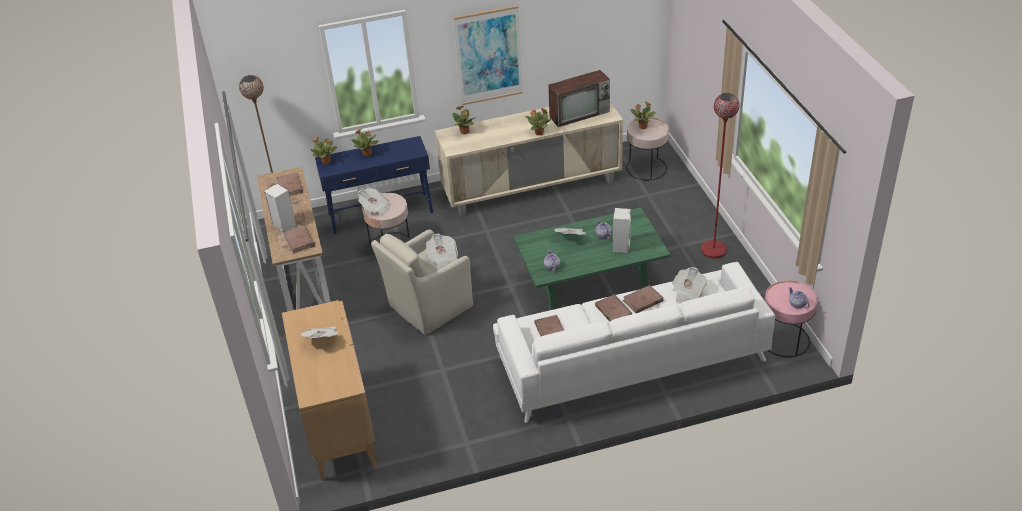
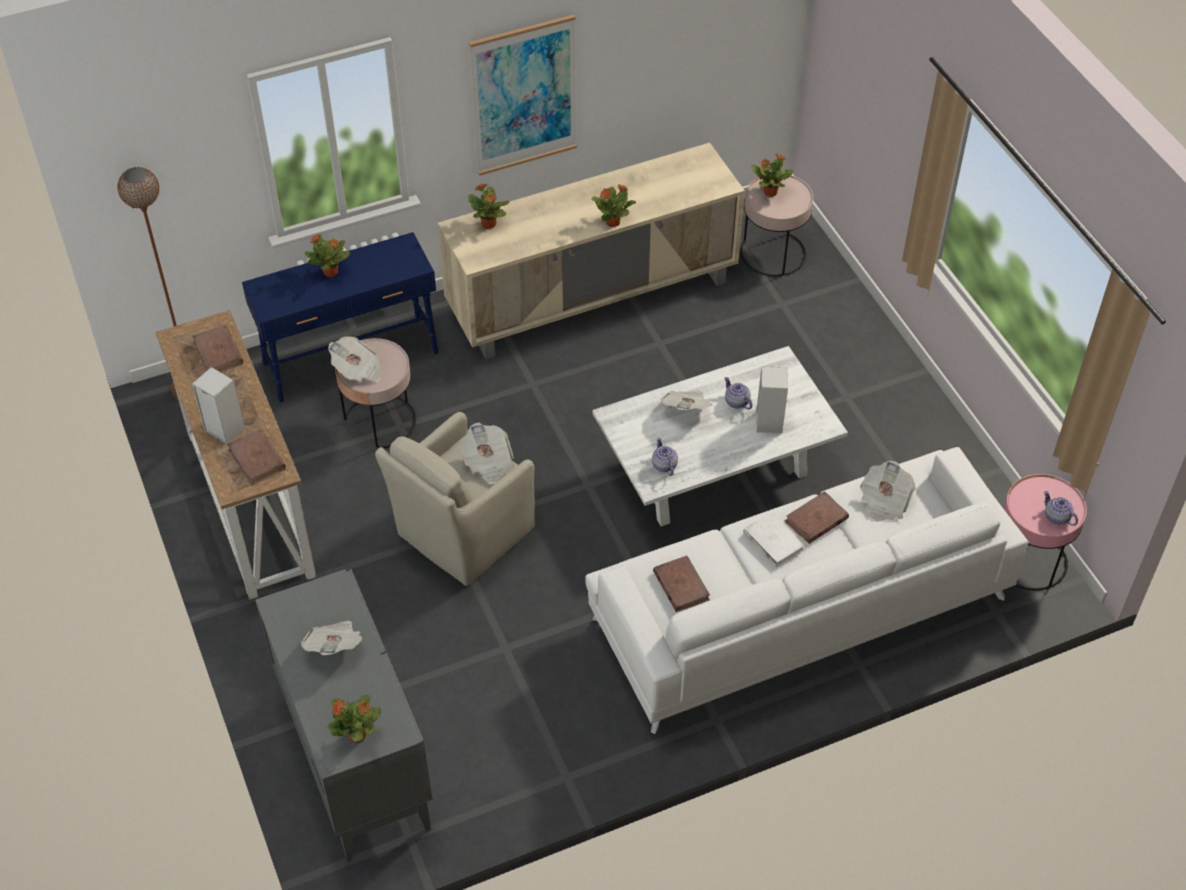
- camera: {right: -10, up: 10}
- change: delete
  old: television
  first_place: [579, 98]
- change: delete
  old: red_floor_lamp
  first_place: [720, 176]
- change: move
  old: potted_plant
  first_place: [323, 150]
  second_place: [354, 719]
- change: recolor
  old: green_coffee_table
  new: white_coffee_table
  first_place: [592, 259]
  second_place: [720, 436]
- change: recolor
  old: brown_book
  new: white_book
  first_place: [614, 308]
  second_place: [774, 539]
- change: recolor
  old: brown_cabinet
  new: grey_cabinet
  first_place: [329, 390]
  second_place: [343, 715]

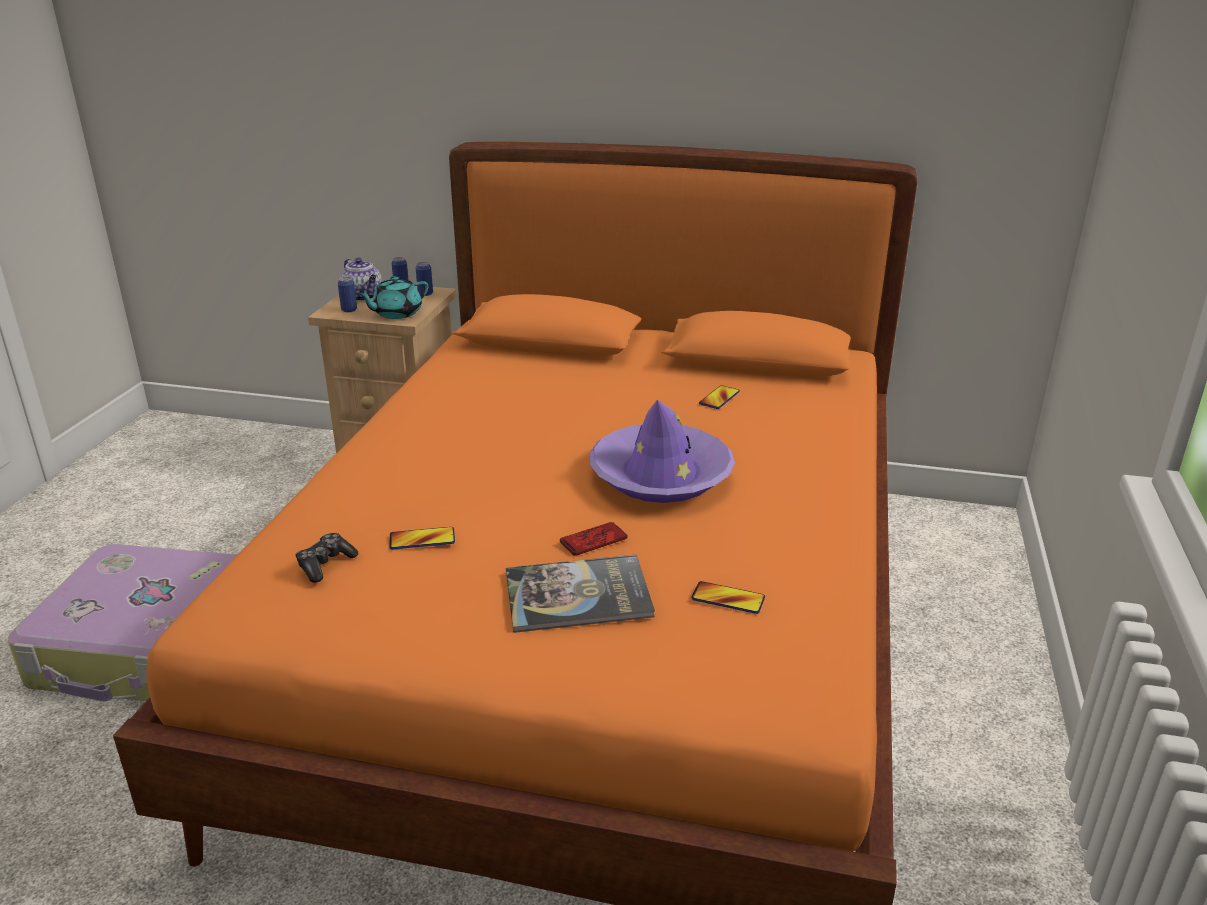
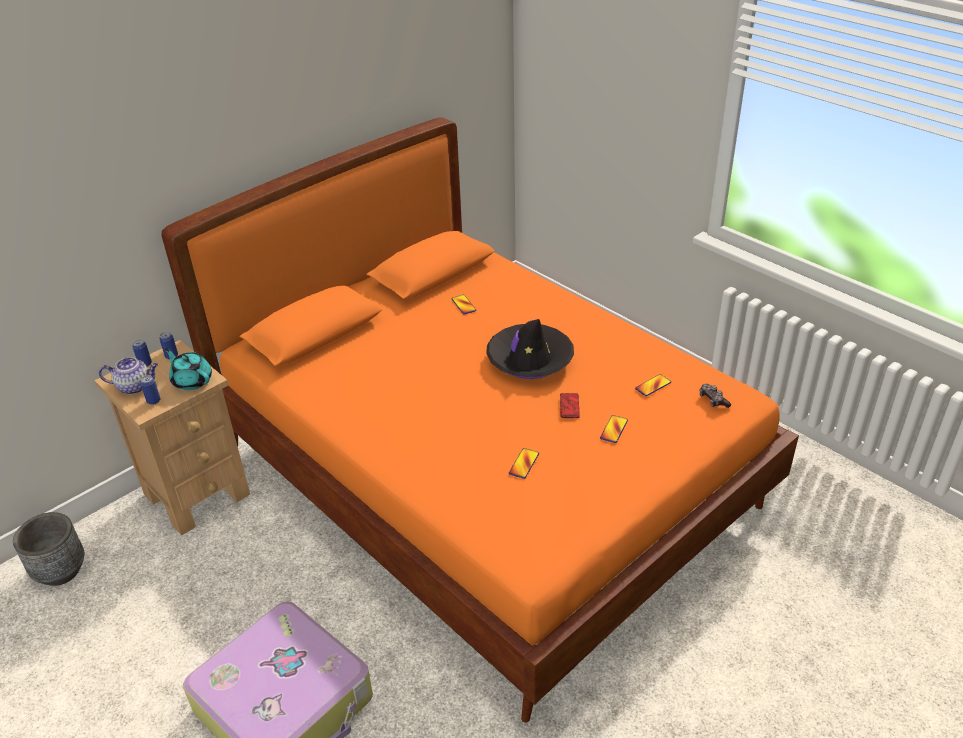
- camera: {right: -55, up: 10}
- change: rotate
  old: turquoise_teapot
  first_place: [393, 297]
  second_place: [188, 369]
  degrees: 135
- change: recolor
  old: purple_hat
  new: black_hat
  first_place: [662, 451]
  second_place: [530, 349]
- change: move
  old: game_controller
  first_place: [327, 558]
  second_place: [715, 396]
- change: replace
  old: book
  new: phone
  first_place: [580, 593]
  second_place: [614, 429]
- change: insert
  new: grey_planter
  second_place: [49, 549]

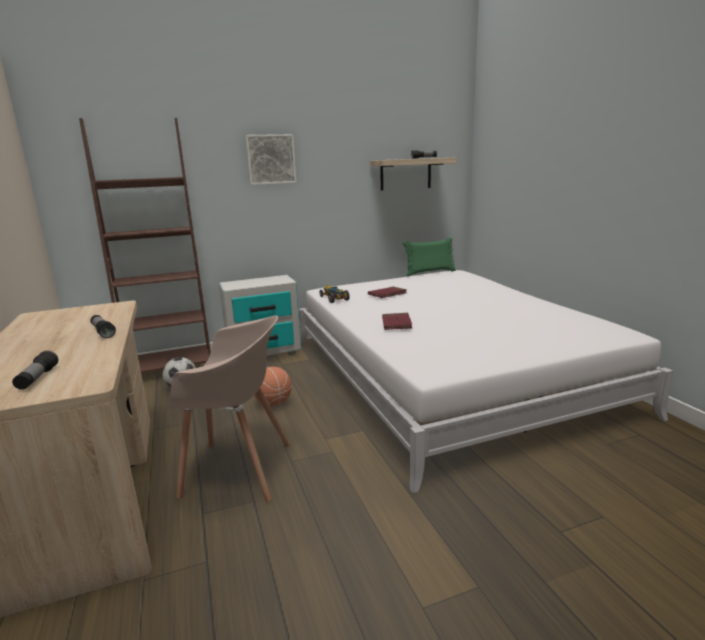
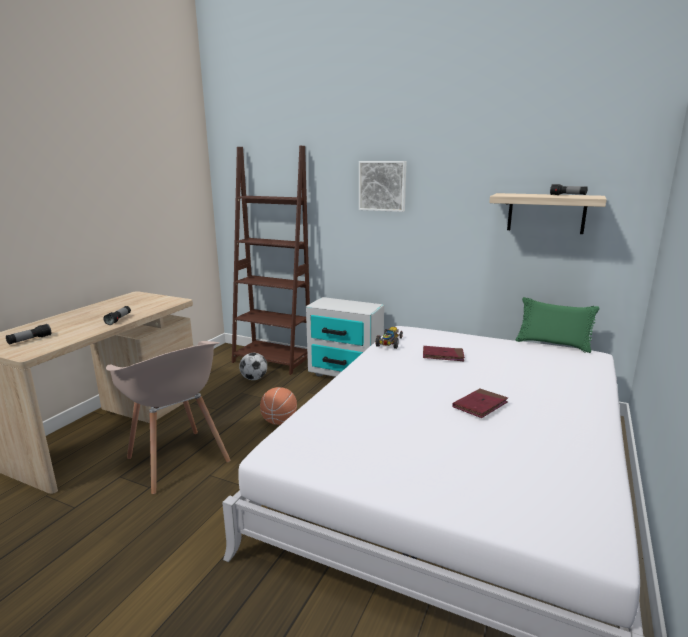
- camera: {right: 45, up: 0}
- change: move
  old: red_book
  first_place: [397, 321]
  second_place: [480, 403]

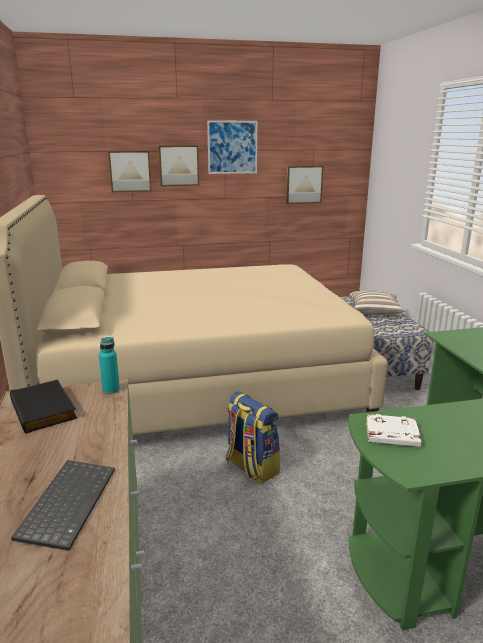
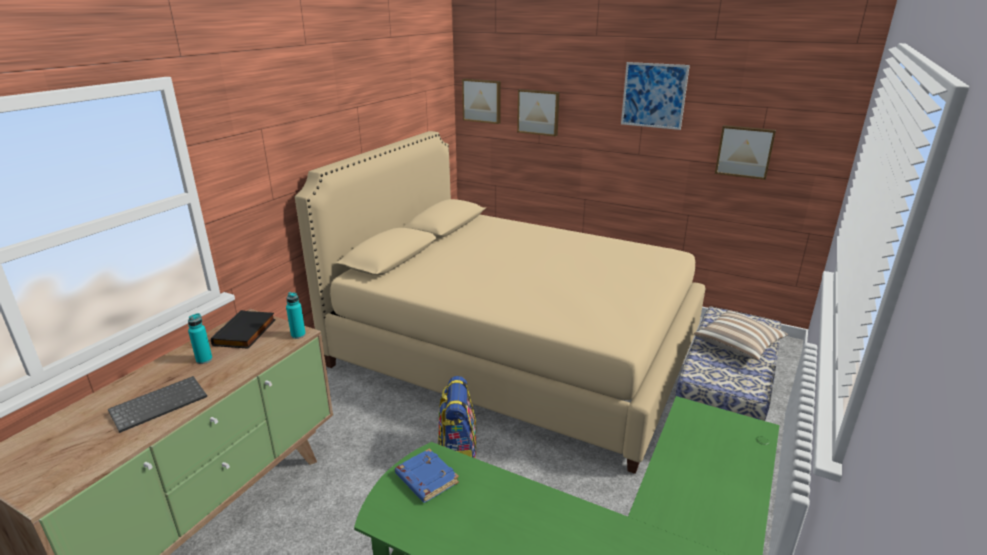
- camera: {right: 40, up: 5}
- change: move
  old: picture
  first_place: [178, 165]
  second_place: [481, 101]
- change: recolor
  old: white_book
  new: blue_book
  first_place: [393, 430]
  second_place: [427, 476]
- change: insert
  new: turquoise_bottle
  second_place: [200, 338]

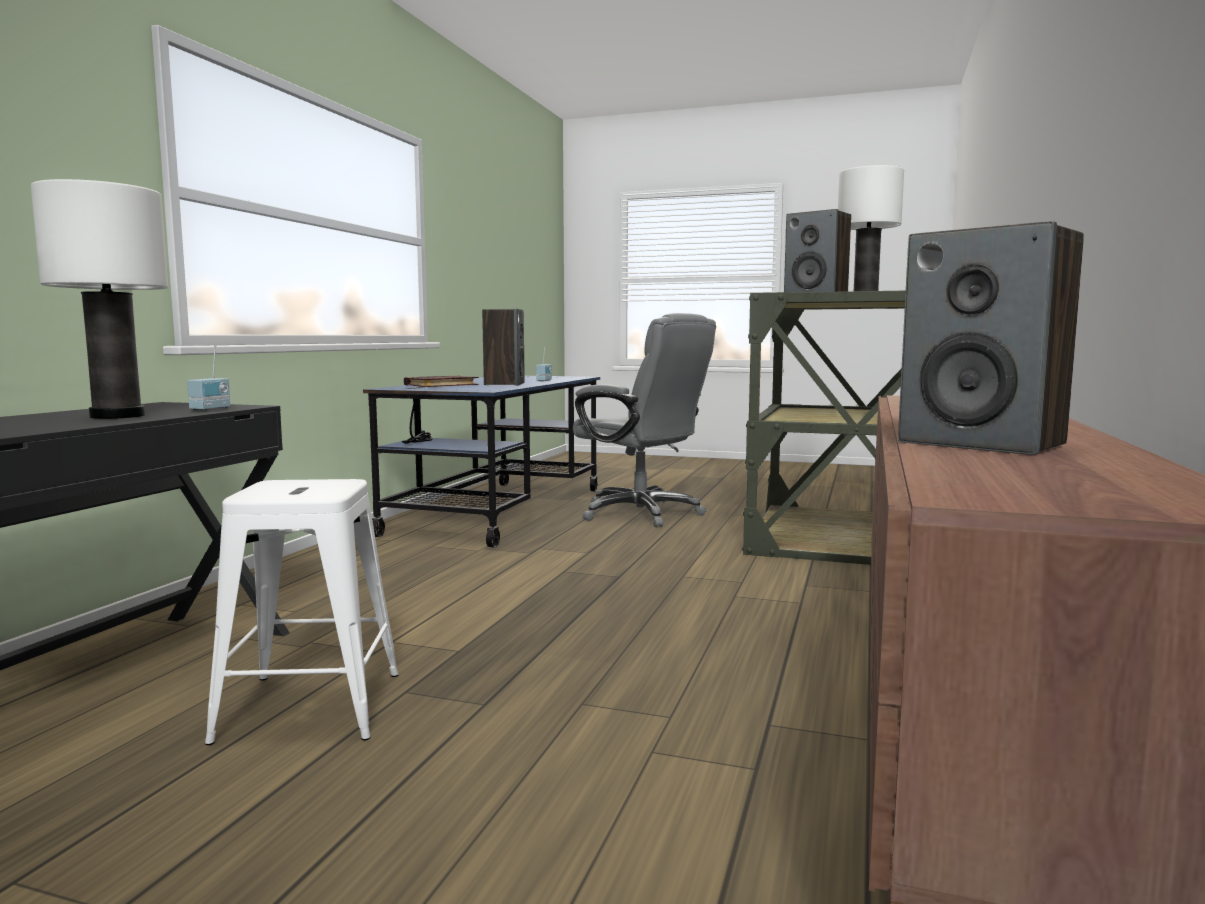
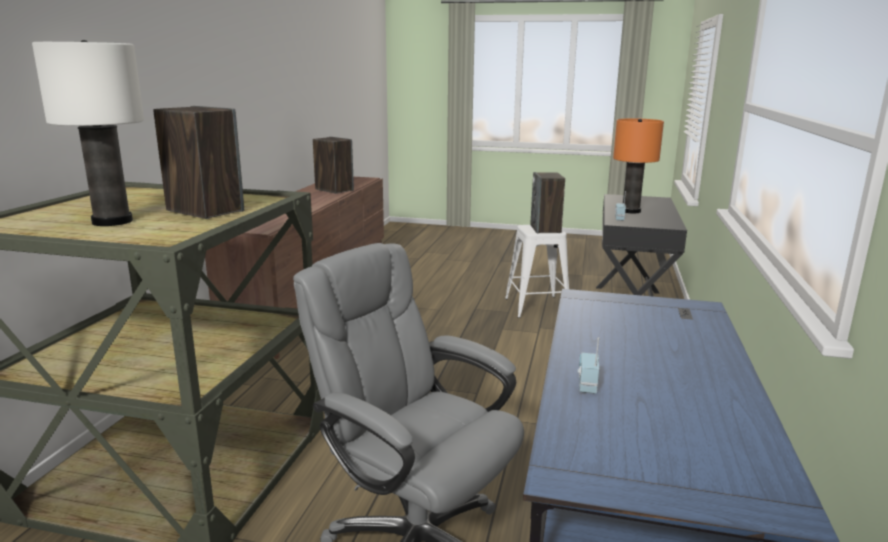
- camera: {right: 175, up: 10}
- change: recolor
  old: white_table_lamp
  new: orange_table_lamp
  first_place: [99, 299]
  second_place: [638, 165]
- change: move
  old: speaker
  first_place: [503, 347]
  second_place: [548, 202]
- change: delete
  old: book
  first_place: [441, 381]

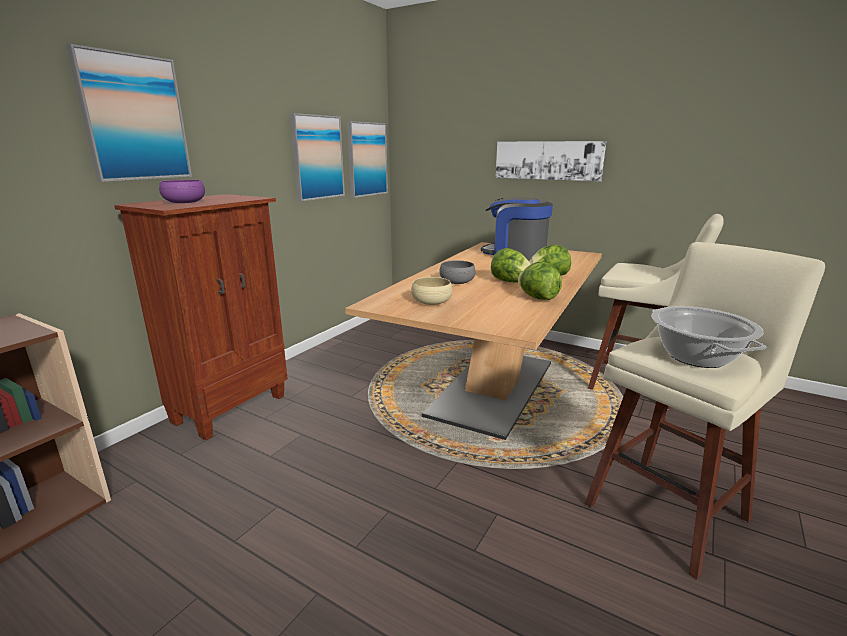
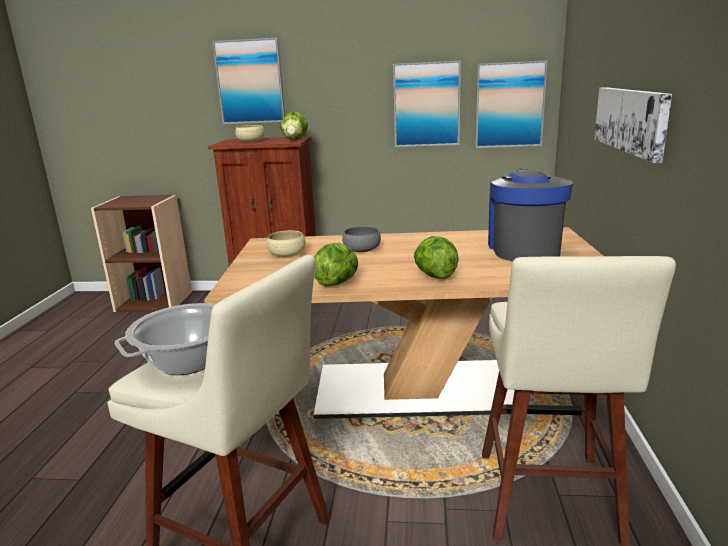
- camera: {right: 65, up: 0}
- change: recolor
  old: purple_bowl
  new: beige_bowl
  first_place: [182, 191]
  second_place: [250, 133]
- change: move
  old: lettuce
  first_place: [511, 265]
  second_place: [294, 125]

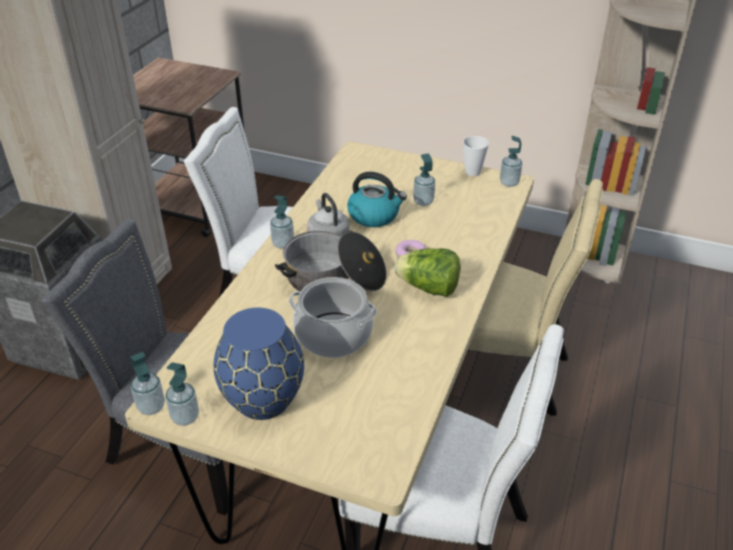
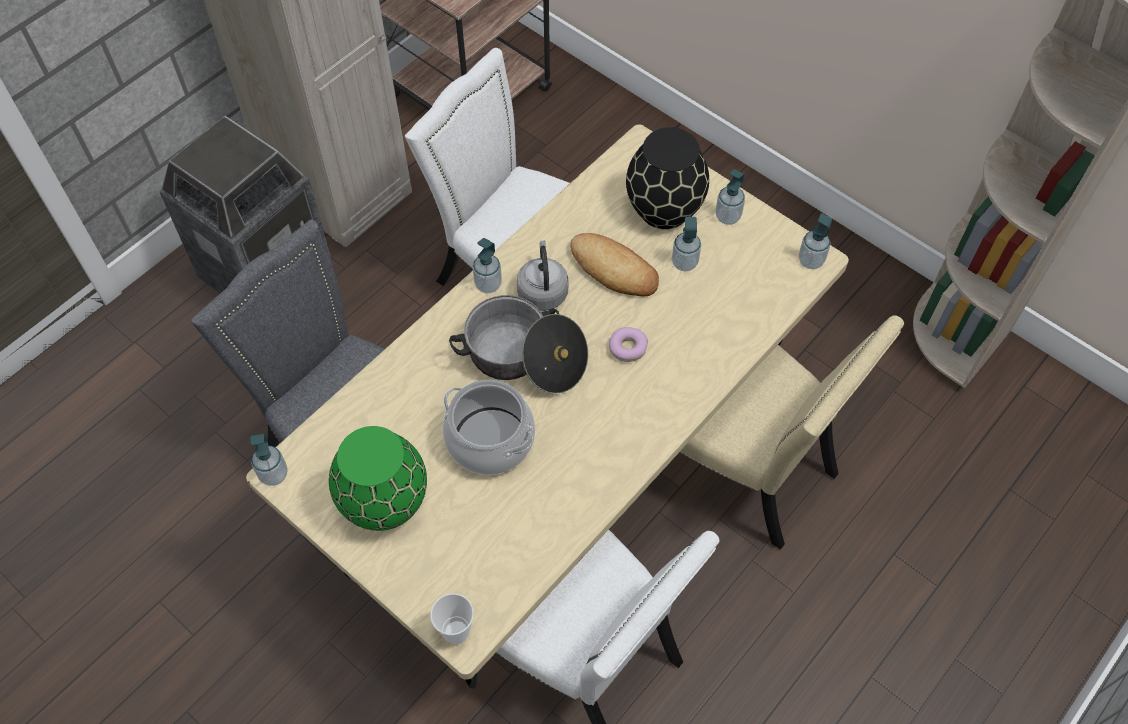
- camera: {right: 20, up: 20}
- change: move
  old: cup
  first_place: [476, 156]
  second_place: [452, 618]
- change: replace
  old: kettle
  new: bread
  first_place: [377, 199]
  second_place: [614, 264]
- change: delete
  old: lettuce
  first_place: [427, 272]
- change: recolor
  old: blue_vase
  new: green_vase
  first_place: [258, 364]
  second_place: [378, 478]
- change: move
  old: soap_dispenser
  first_place: [182, 394]
  second_place: [730, 197]
- change: insert
  new: black_vase
  second_place: [667, 178]

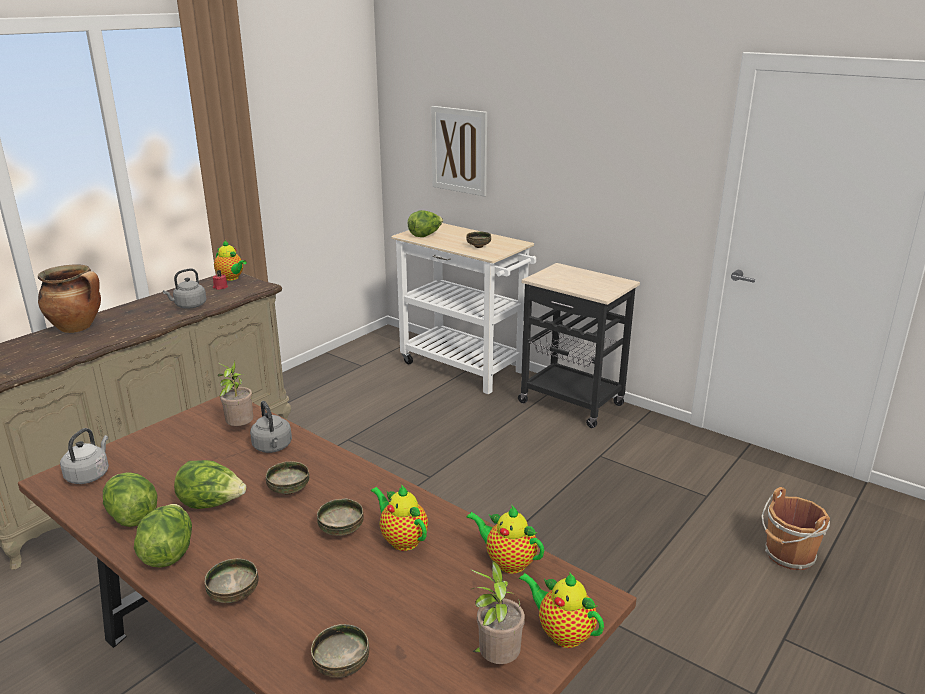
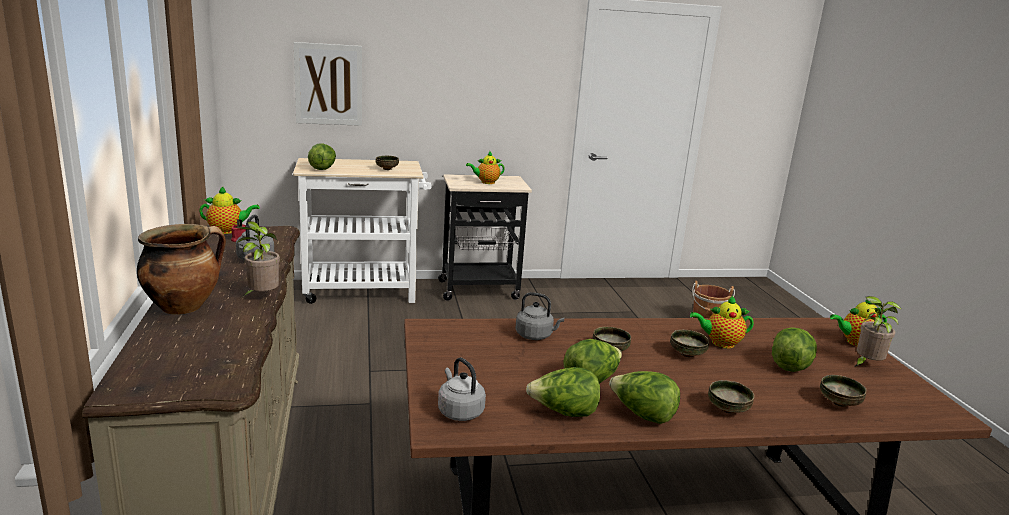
- camera: {right: -50, up: -5}
- change: move
  old: potted_plant
  first_place: [235, 393]
  second_place: [257, 258]
- change: move
  old: teapot
  first_place: [505, 540]
  second_place: [485, 168]
- change: insert
  new: lettuce
  second_place: [794, 349]

